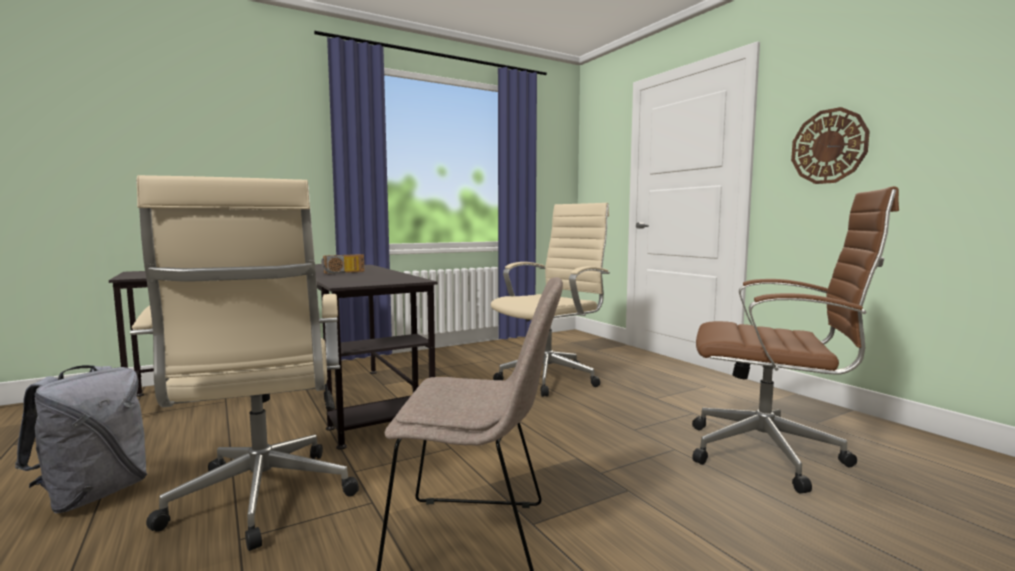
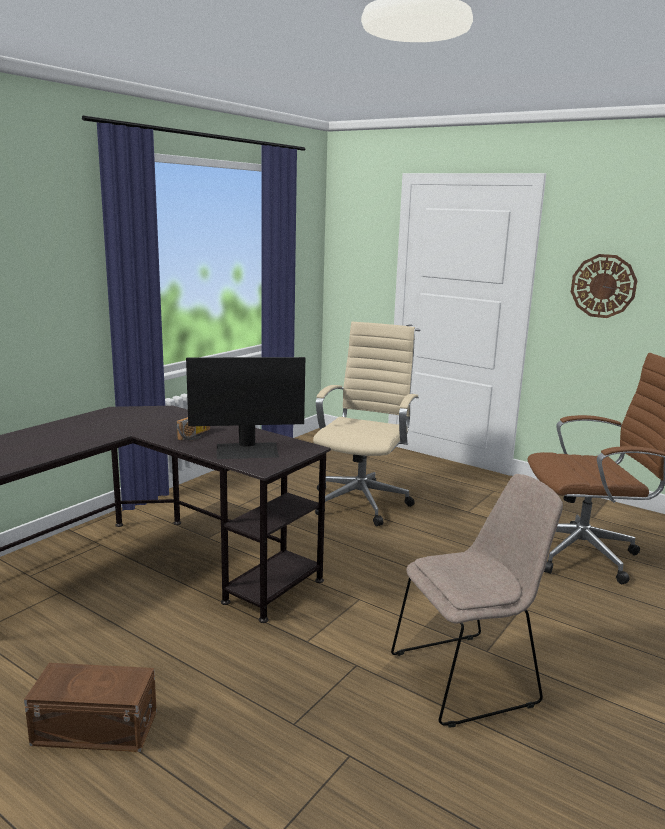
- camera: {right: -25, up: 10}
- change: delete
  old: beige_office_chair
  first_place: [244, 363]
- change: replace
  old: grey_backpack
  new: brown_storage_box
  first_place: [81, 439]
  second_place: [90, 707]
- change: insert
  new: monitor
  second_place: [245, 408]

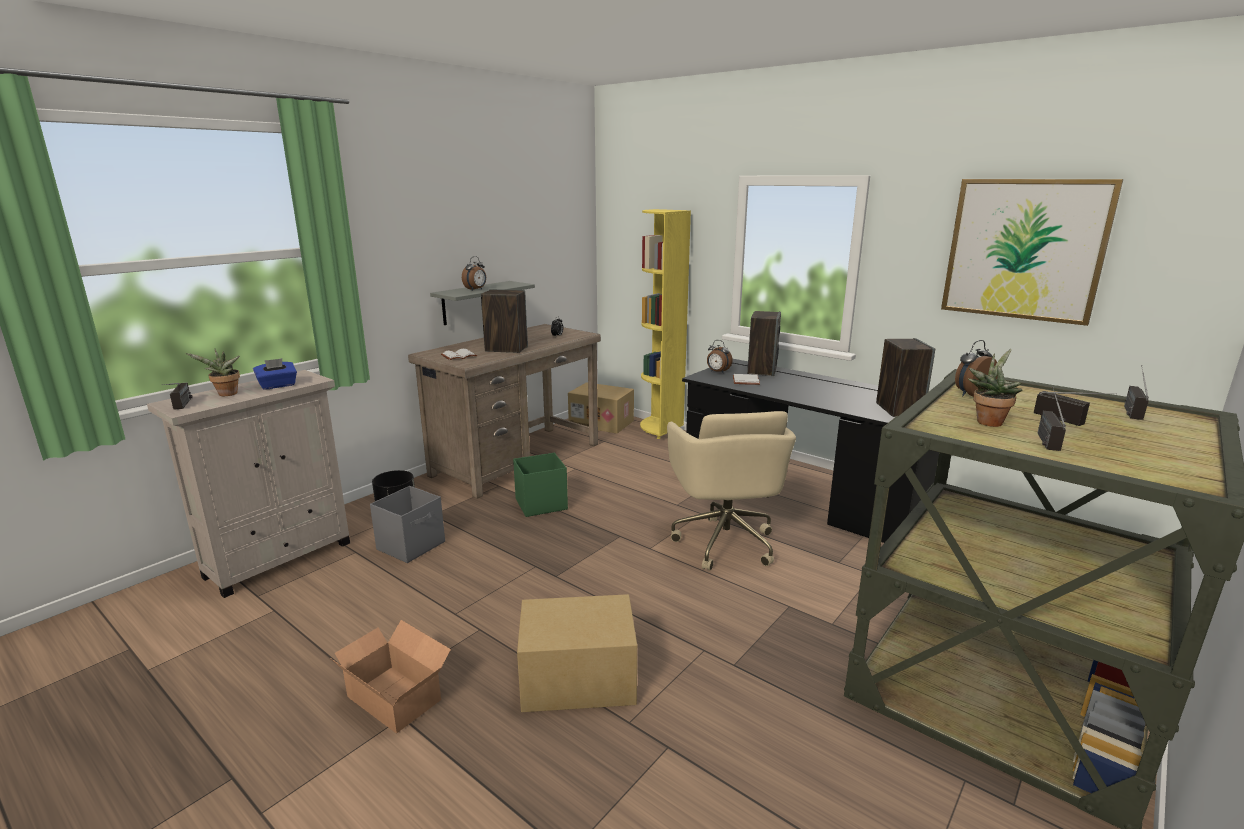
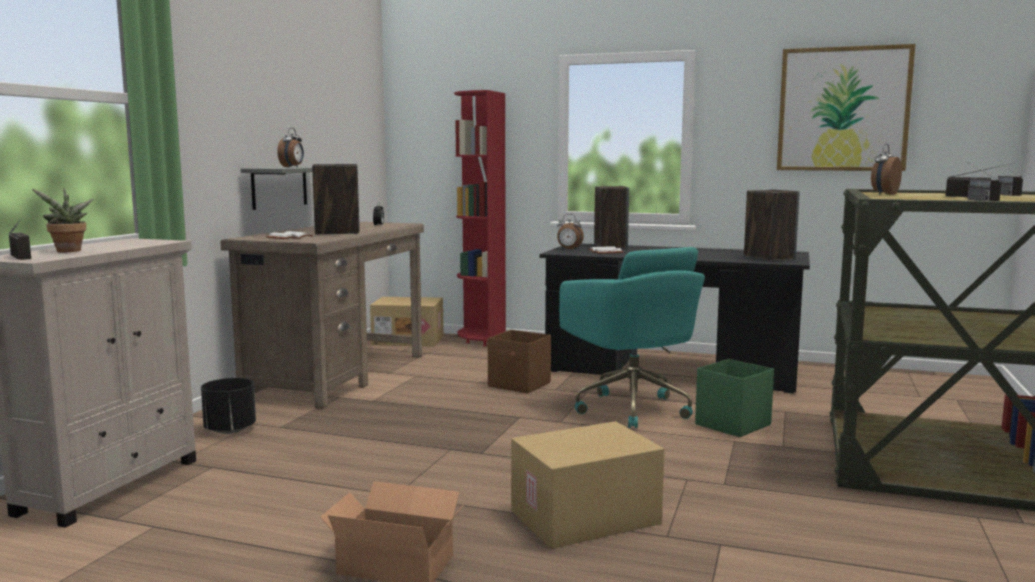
- camera: {right: -20, up: -10}
- change: recolor
  old: yellow_bookcase
  new: red_bookcase
  first_place: [665, 324]
  second_place: [480, 218]
- change: delete
  old: potted_plant
  first_place: [995, 388]
- change: delete
  old: blue_tissue_box
  first_place: [275, 374]
- change: recolor
  old: beige_office_chair
  new: turquoise_office_chair
  first_place: [731, 490]
  second_place: [632, 337]
- change: move
  old: green_storage_box
  first_place: [540, 485]
  second_place: [734, 398]
- change: delete
  old: grey_storage_box
  first_place: [407, 524]
- change: insert
  new: brown_storage_box
  second_place: [519, 361]

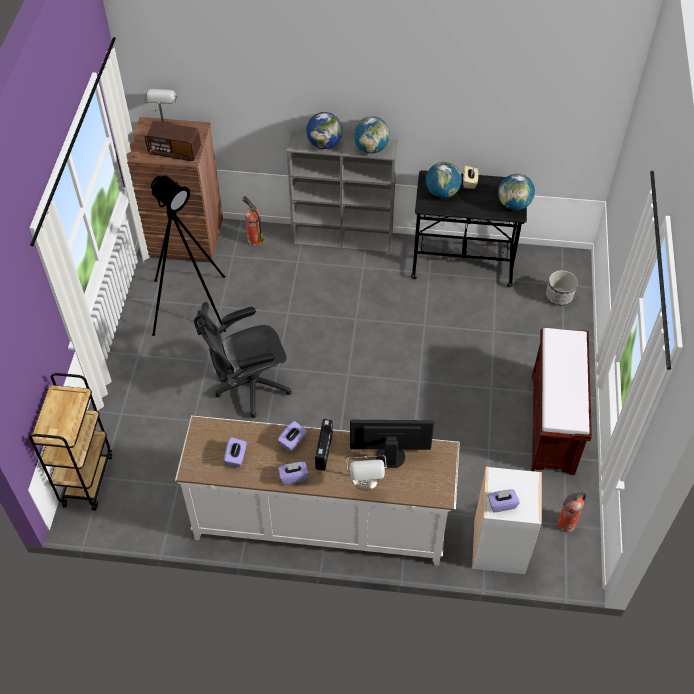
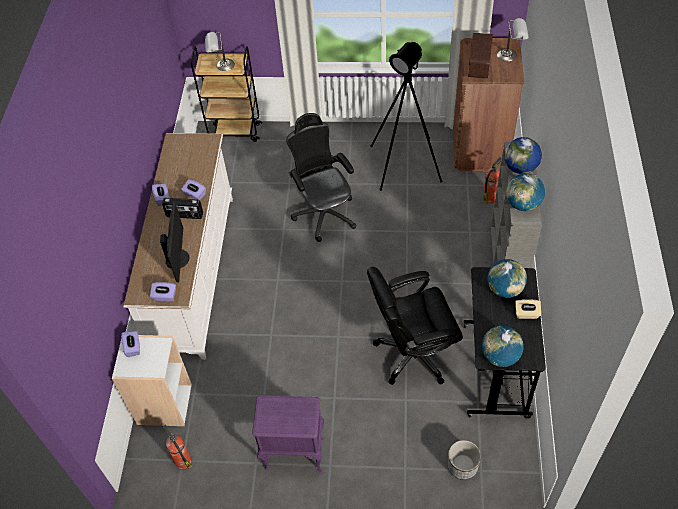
- camera: {right: 90, up: 0}
- change: replace
  old: brown_bench
  new: purple_nightstand
  first_place: [561, 401]
  second_place: [288, 434]
- change: move
  old: purple_tissue_box
  first_place: [235, 452]
  second_place: [163, 292]
- change: move
  old: white_table_lamp
  first_place: [367, 473]
  second_place: [220, 51]
- change: insert
  new: black_office_chair
  second_place: [415, 326]

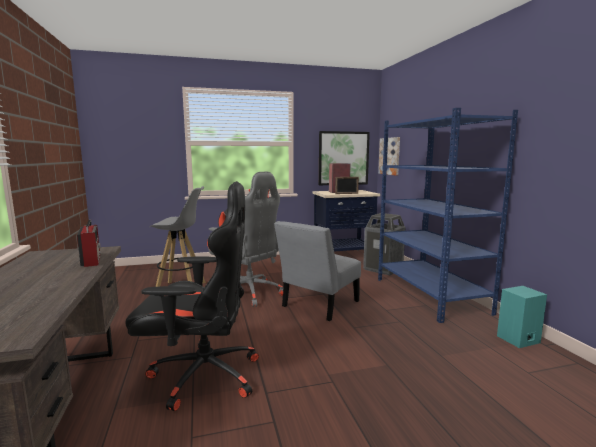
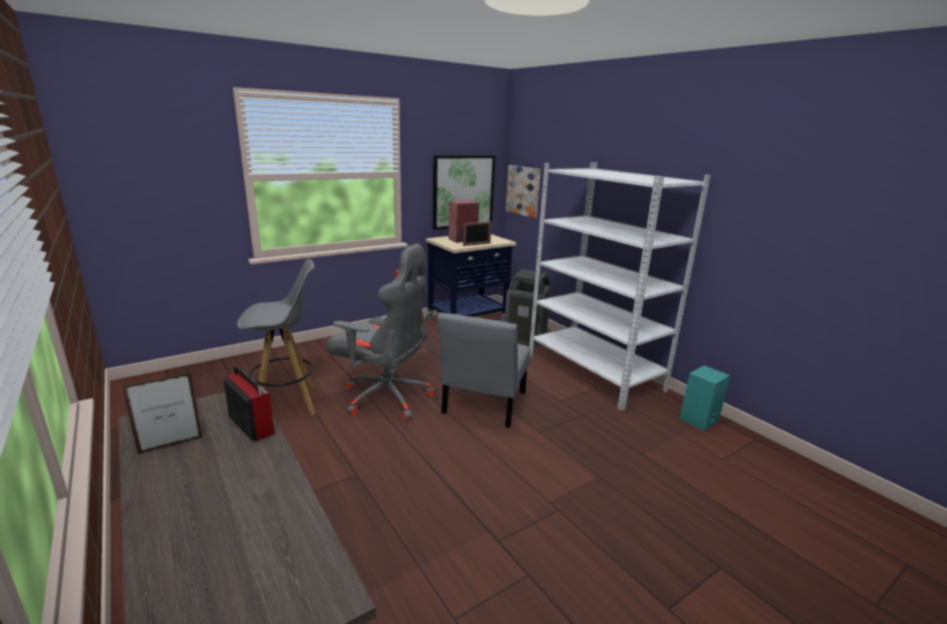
- camera: {right: -20, up: 10}
- change: recolor
  old: blue_bookcase
  new: white_bookcase
  first_place: [448, 215]
  second_place: [620, 286]
- change: delete
  old: black_office_chair
  first_place: [192, 296]
- change: insert
  new: picture_frame
  second_place: [162, 413]

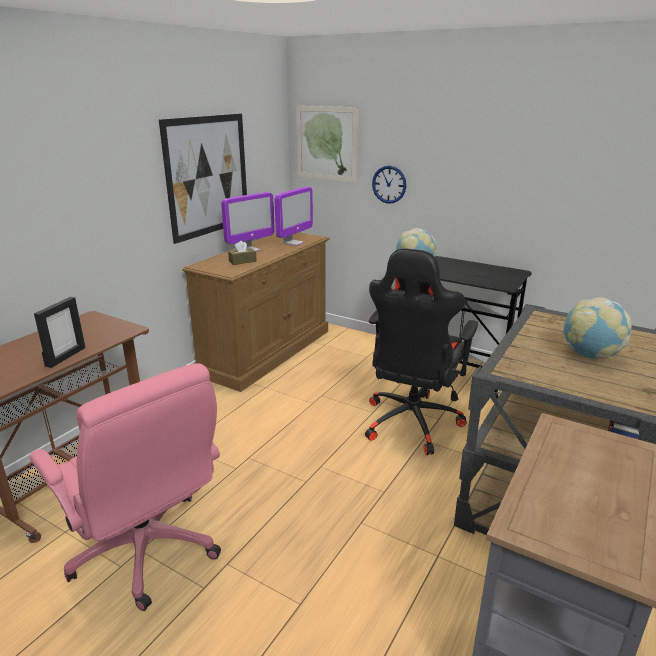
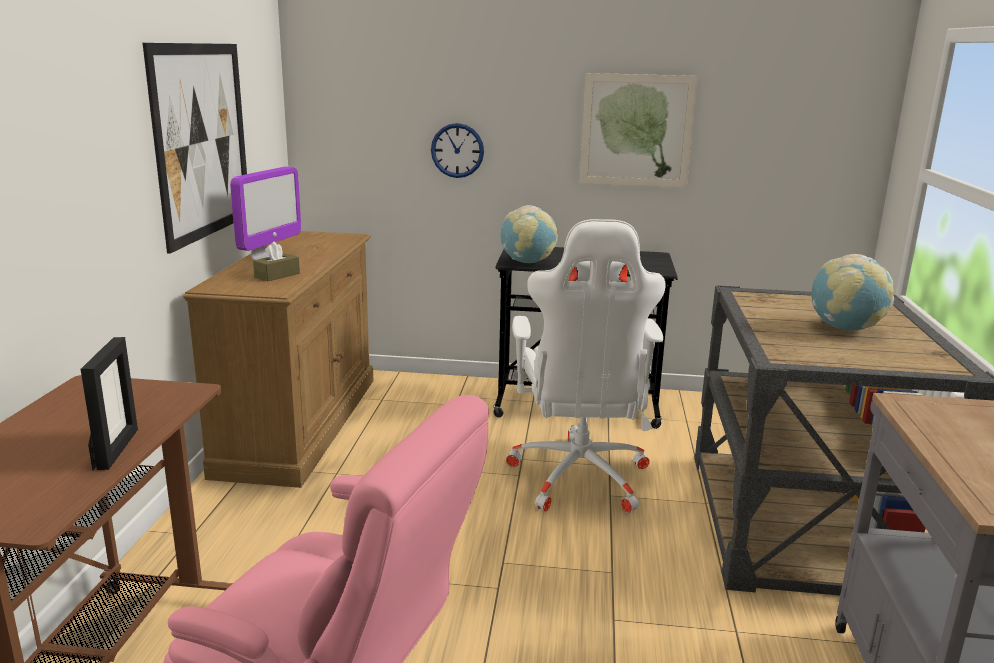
- camera: {right: -25, up: -5}
- change: move
  old: picture
  first_place: [327, 144]
  second_place: [639, 130]
- change: delete
  old: monitor
  first_place: [293, 216]
- change: recolor
  old: black_office_chair
  new: white_office_chair
  first_place: [421, 352]
  second_place: [585, 366]

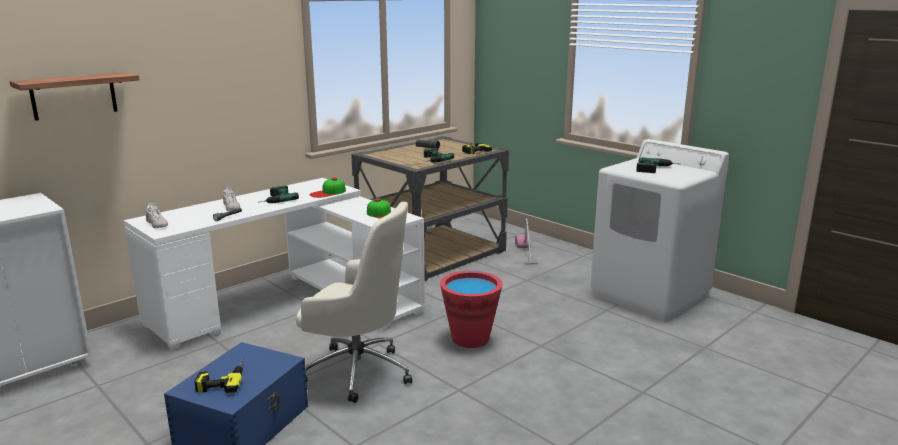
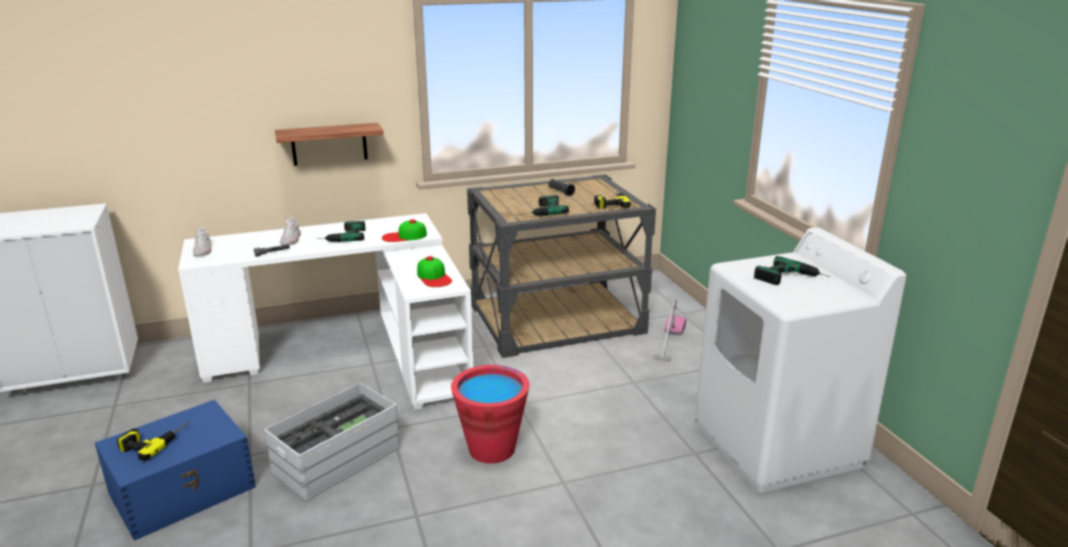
- camera: {right: 25, up: 5}
- change: move
  old: shelf
  first_place: [74, 96]
  second_place: [329, 144]
- change: replace
  old: beige_office_chair
  new: grey_storage_box
  first_place: [354, 302]
  second_place: [332, 442]

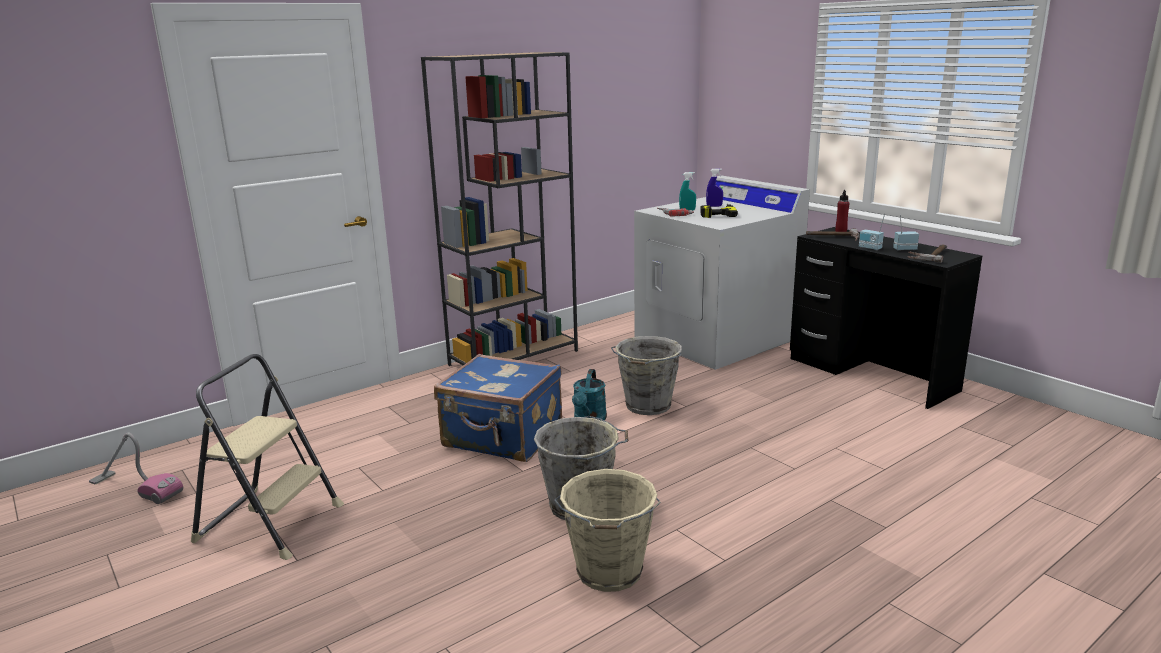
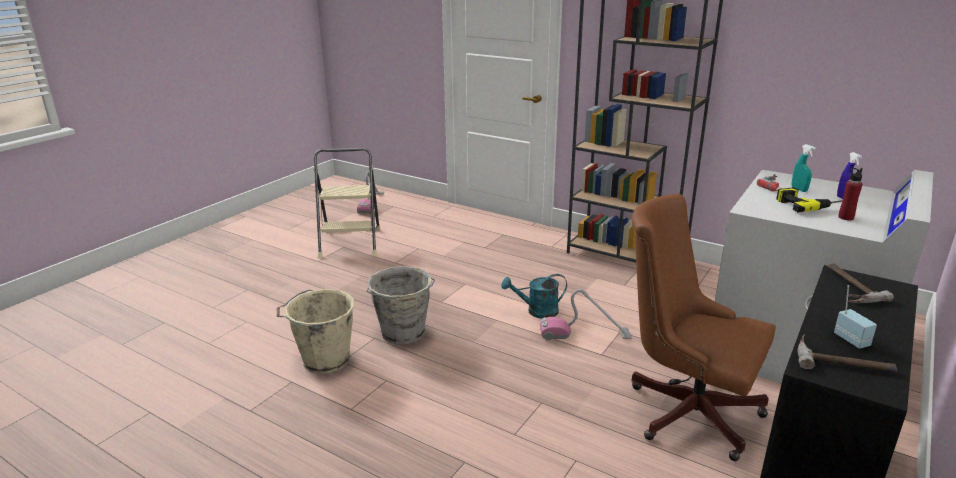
- camera: {right: 70, up: 5}
- change: move
  old: red_bottle
  first_place: [842, 211]
  second_place: [850, 194]
- change: delete
  old: radio
  first_place: [872, 232]
- change: replace
  old: grey_bucket
  new: vacuum_cleaner
  first_place: [646, 375]
  second_place: [585, 314]
- change: delete
  old: blue_suitcase
  first_place: [498, 408]
- change: insert
  new: brown_office_chair
  second_place: [704, 327]

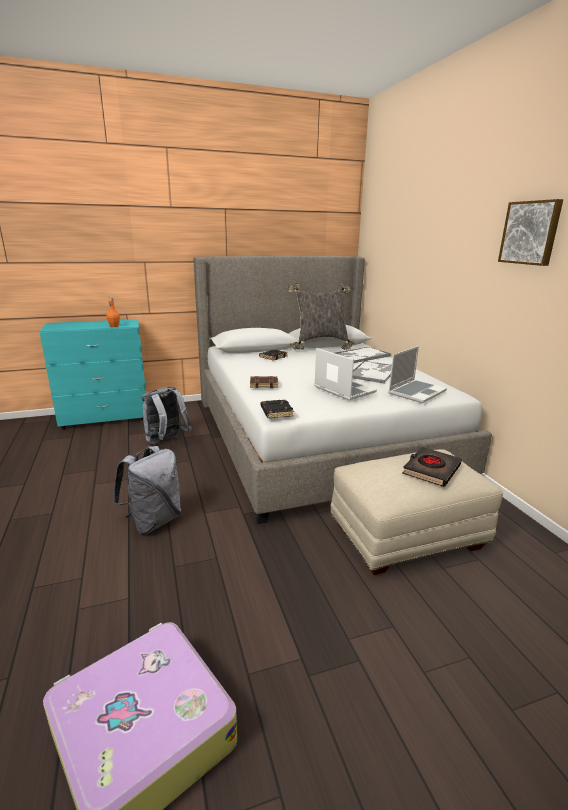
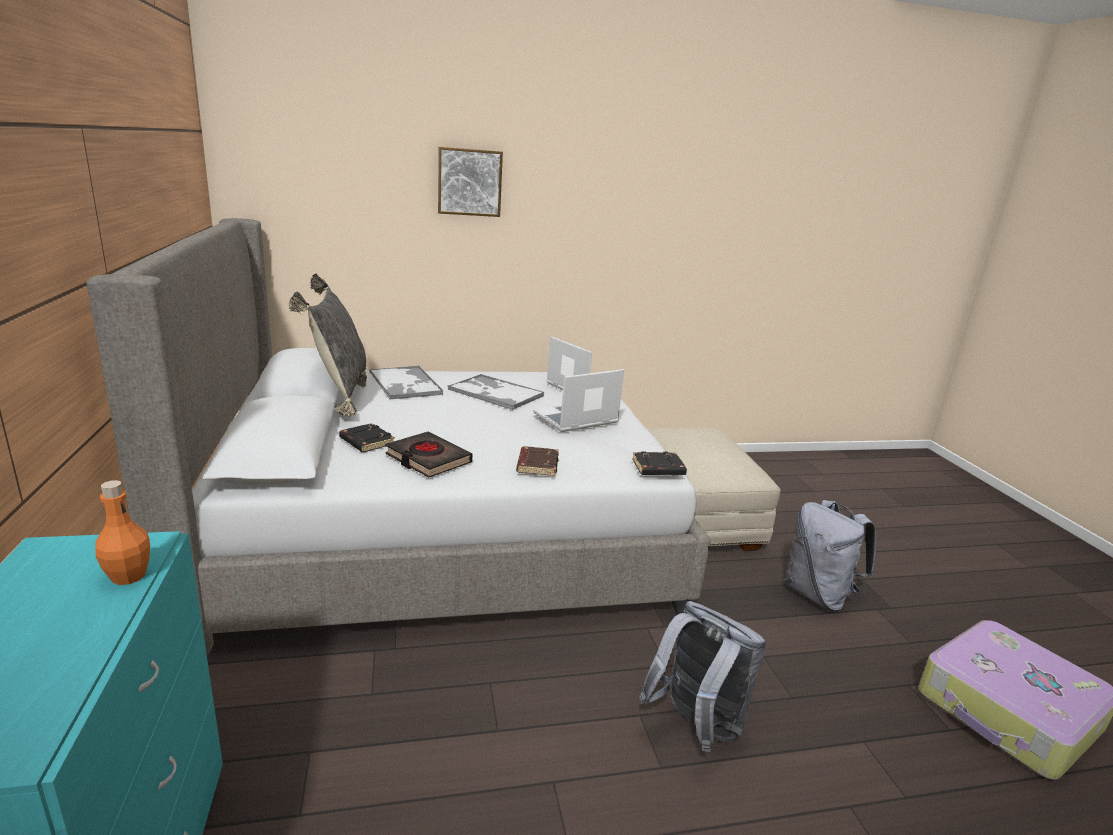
- camera: {right: -85, up: 0}
- change: move
  old: picture
  first_place: [530, 232]
  second_place: [470, 182]
- change: move
  old: grey_backpack
  first_place: [166, 415]
  second_place: [830, 556]
- change: move
  old: black_book
  first_place: [432, 467]
  second_place: [428, 455]

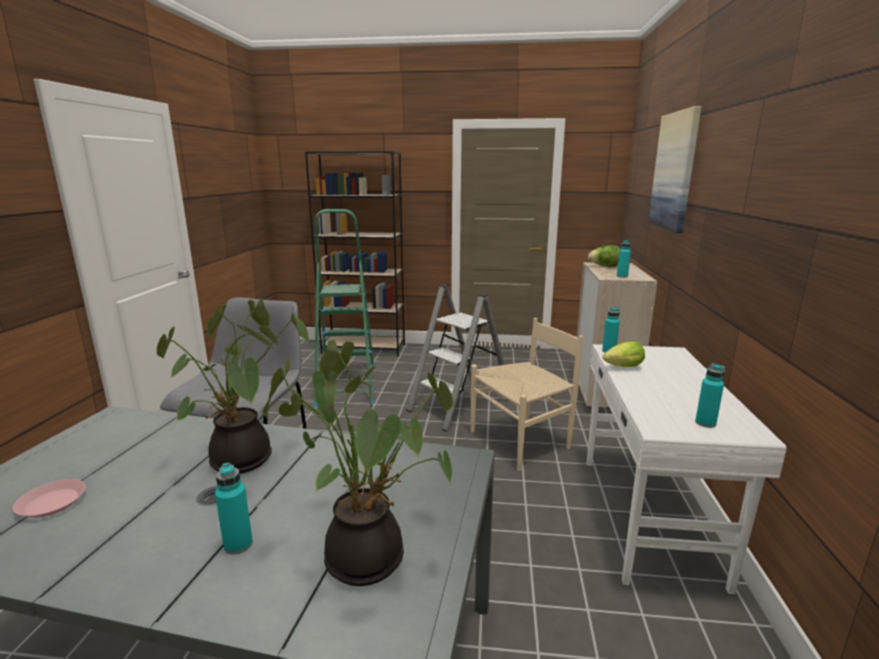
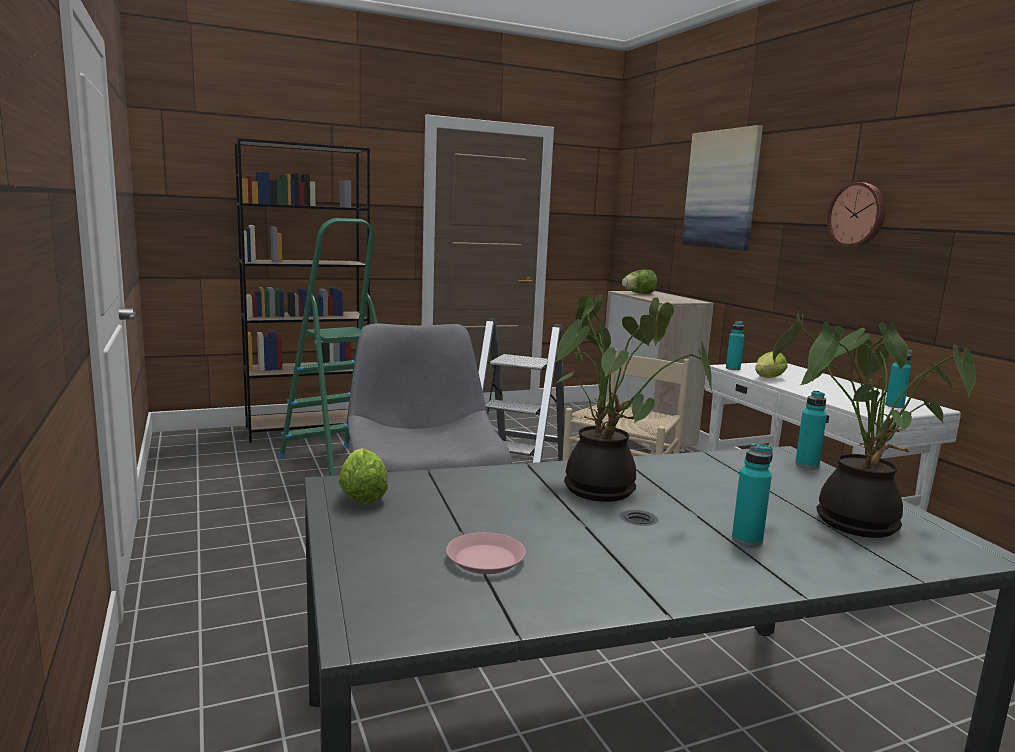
- camera: {right: -30, up: -5}
- change: move
  old: turquoise_bottle
  first_place: [624, 259]
  second_place: [811, 429]
- change: insert
  new: wall_clock
  second_place: [856, 214]
- change: insert
  new: lettuce
  second_place: [363, 476]

